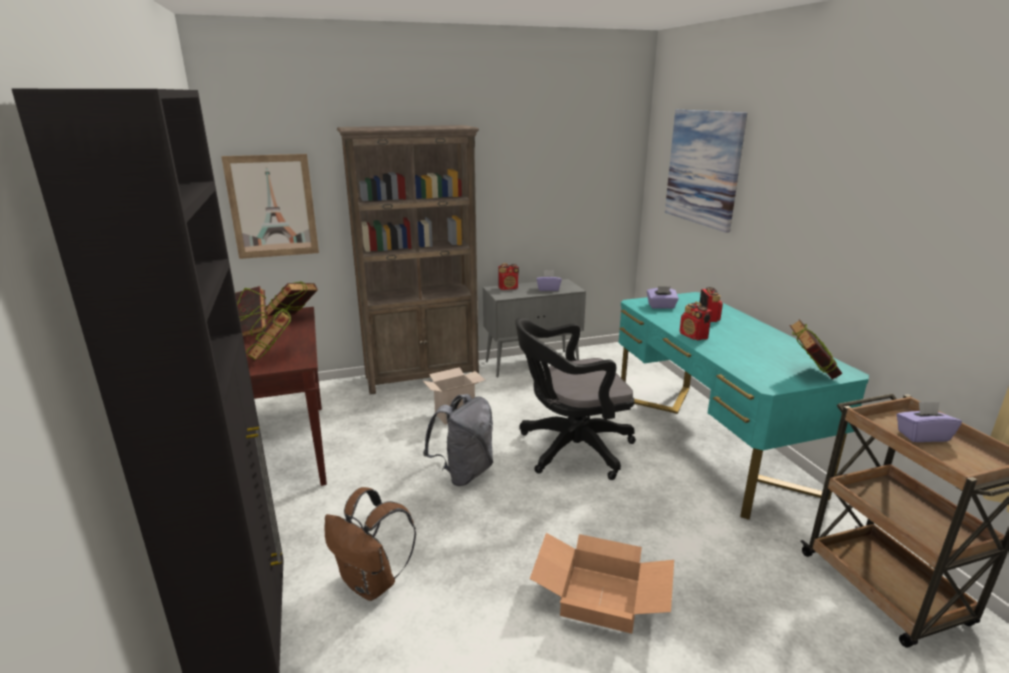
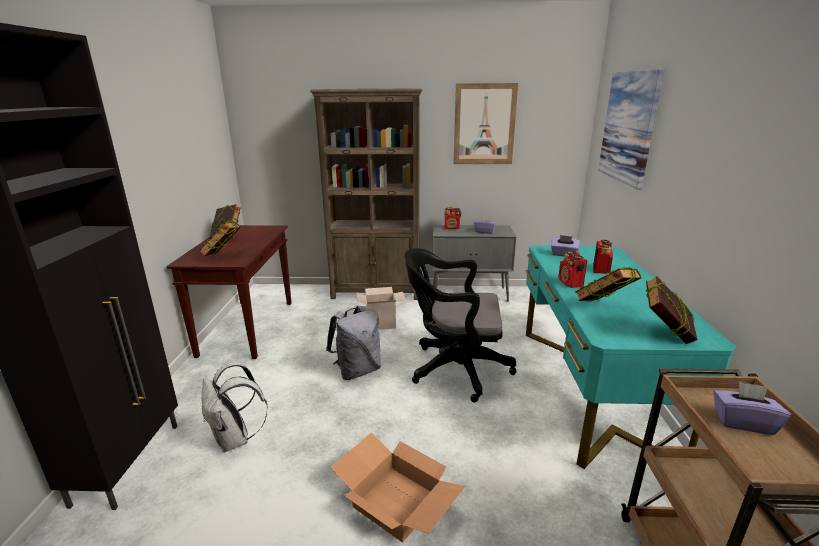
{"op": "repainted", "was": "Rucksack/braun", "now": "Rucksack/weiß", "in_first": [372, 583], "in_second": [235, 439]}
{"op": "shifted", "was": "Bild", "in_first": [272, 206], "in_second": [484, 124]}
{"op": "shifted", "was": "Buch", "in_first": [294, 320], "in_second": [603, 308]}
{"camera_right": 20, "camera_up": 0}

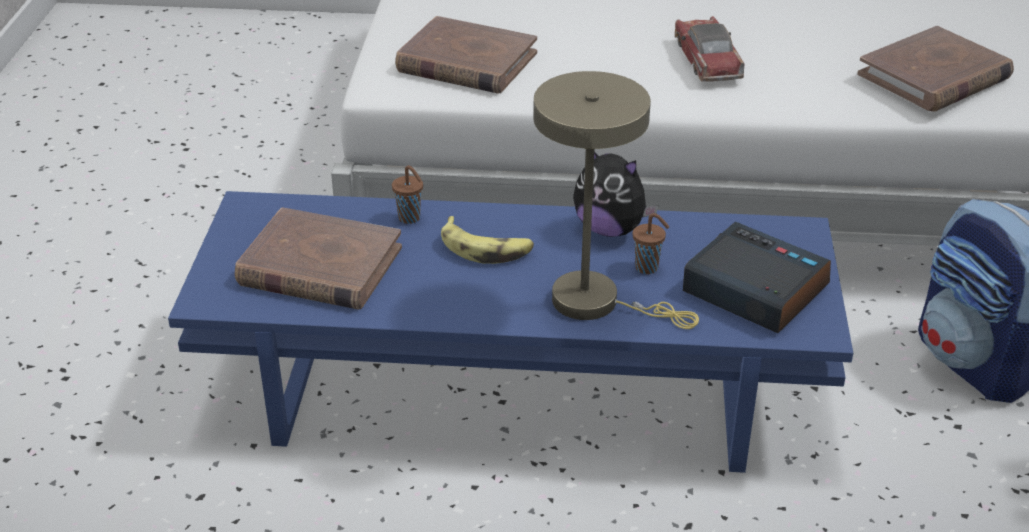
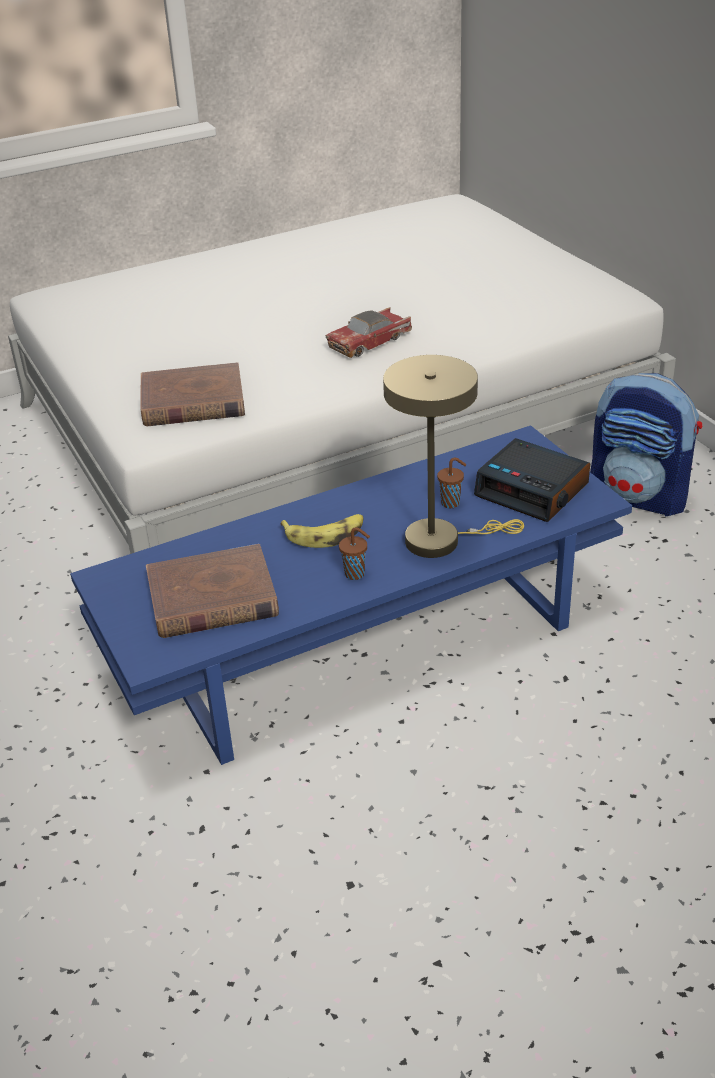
{"op": "rotated", "was": "Spielzeugauto", "in_first": [707, 60], "in_second": [369, 341], "clockwise": -90}
{"op": "shifted", "was": "Tasse/braun", "in_first": [410, 218], "in_second": [356, 574]}
{"op": "rotated", "was": "Wecker", "in_first": [753, 290], "in_second": [533, 490], "clockwise": -150}
{"op": "gone", "was": "Plüschtier", "in_first": [610, 229]}
{"op": "gone", "was": "Buch/braun", "in_first": [934, 76]}
{"camera_right": -30, "camera_up": 0}

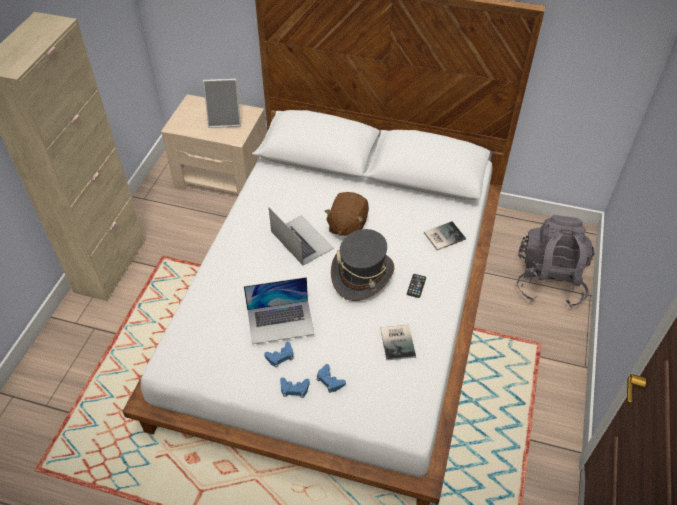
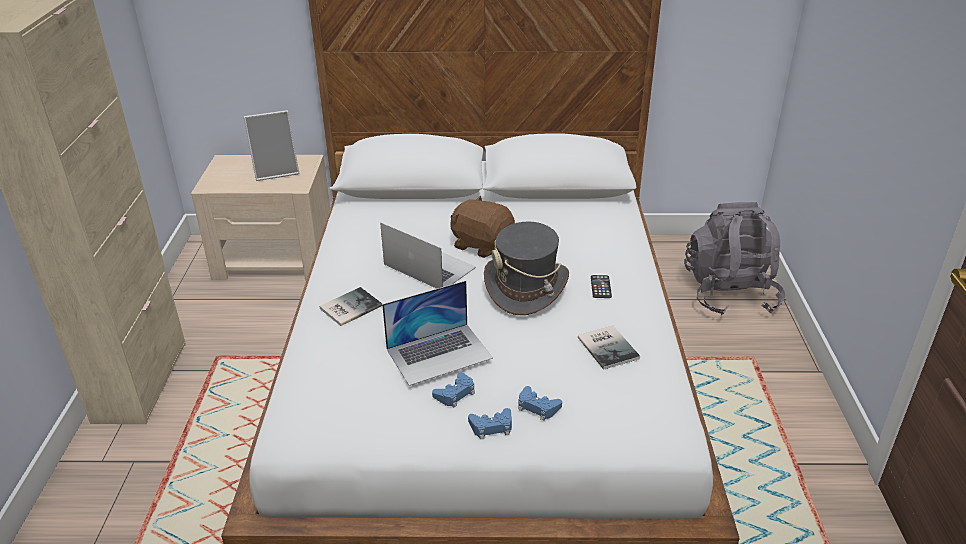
{"op": "shifted", "was": "Buch", "in_first": [443, 236], "in_second": [348, 307]}
{"op": "rotated", "was": "Plüschtier/braun", "in_first": [347, 226], "in_second": [482, 244], "clockwise": 120}
{"camera_right": -15, "camera_up": -15}

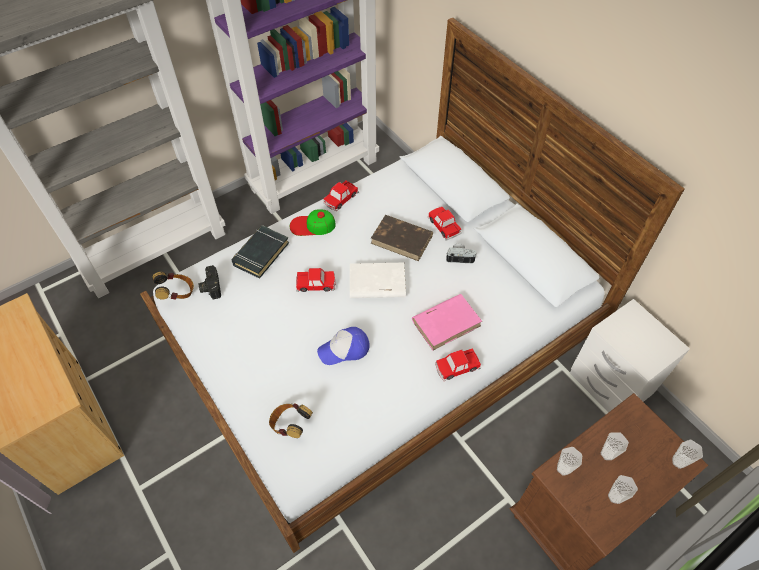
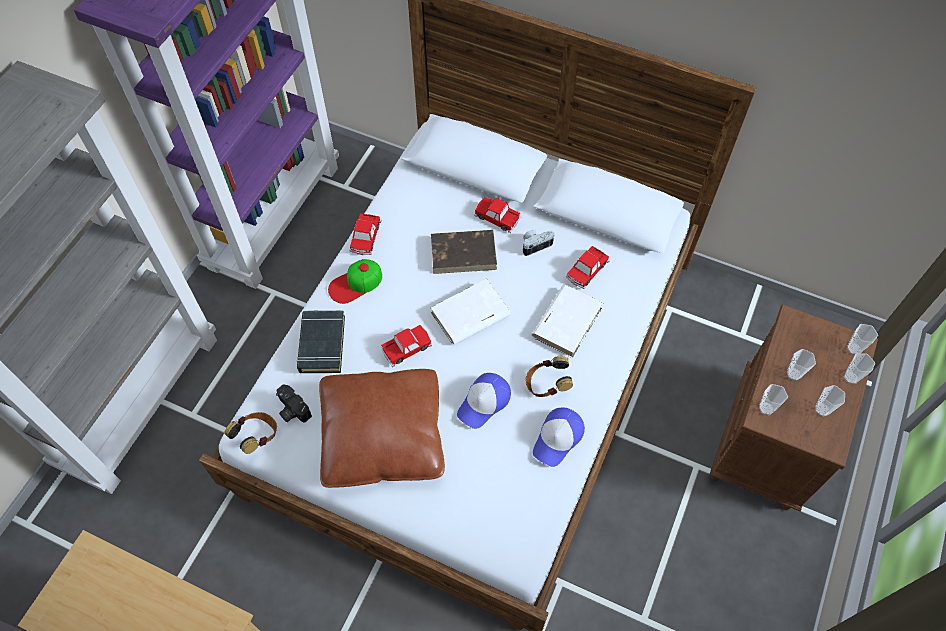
{"op": "new", "now": "Kissen/braun", "in_second": [382, 436]}
{"op": "shifted", "was": "Kopfhörer", "in_first": [290, 425], "in_second": [546, 385]}
{"op": "repainted", "was": "Buch/rosa", "now": "Buch/weiß", "in_first": [446, 323], "in_second": [567, 322]}
{"op": "new", "now": "Kappe", "in_second": [558, 438]}
{"op": "shifted", "was": "Spielzeugauto", "in_first": [457, 367], "in_second": [586, 270]}
{"op": "new", "now": "Tasse", "in_second": [850, 377]}
{"op": "gone", "was": "Nachttisch/weiß", "in_first": [610, 383]}
{"camera_right": -30, "camera_up": 5}

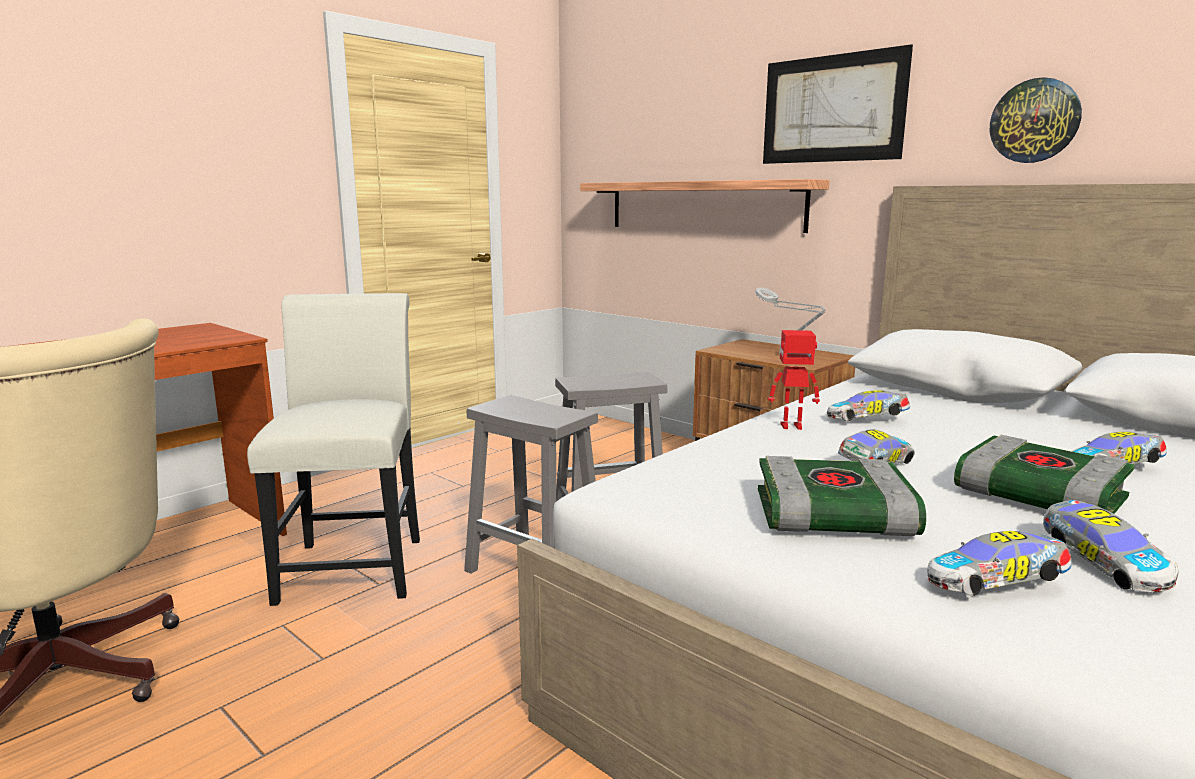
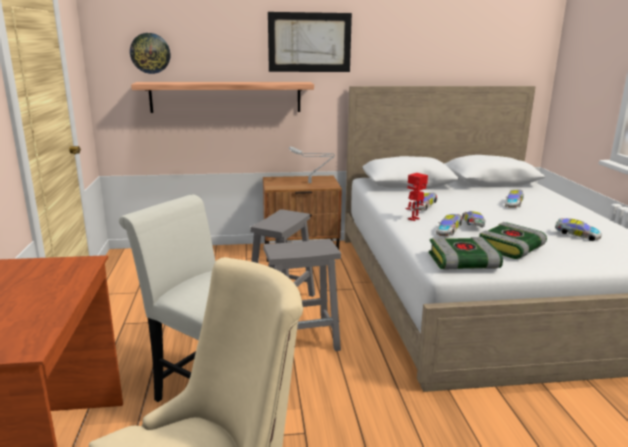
{"op": "shifted", "was": "Wanduhr", "in_first": [1034, 121], "in_second": [150, 53]}
{"op": "shifted", "was": "Buch", "in_first": [1036, 496], "in_second": [462, 262]}
{"op": "shifted", "was": "Spielzeugauto", "in_first": [996, 585], "in_second": [448, 231]}
{"camera_right": -50, "camera_up": 5}

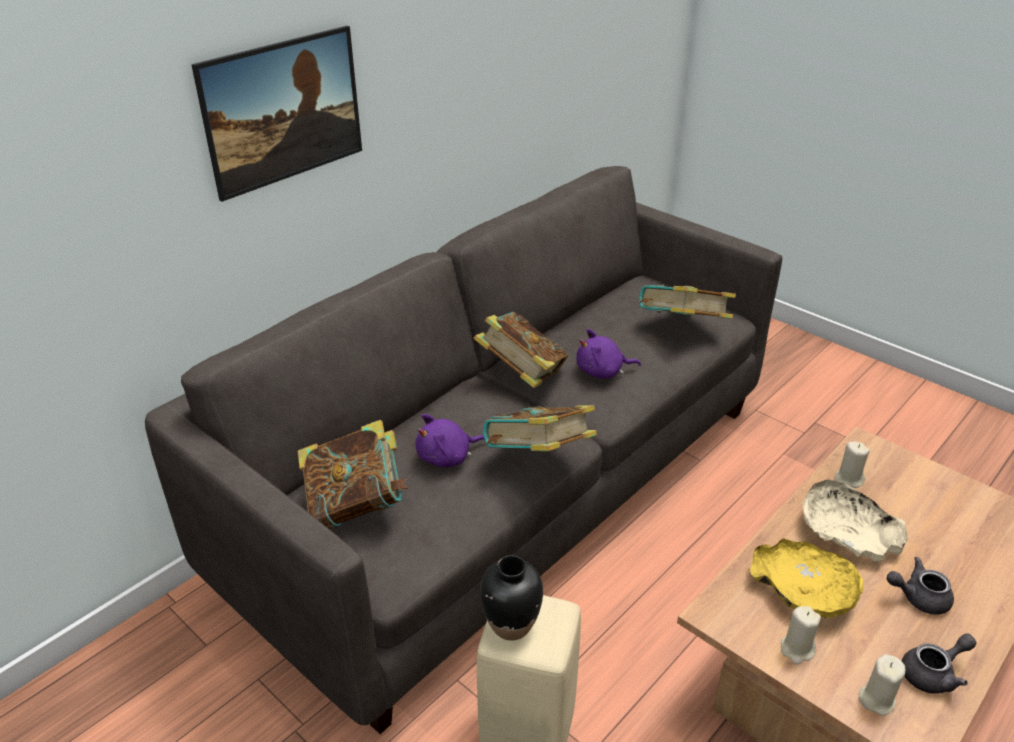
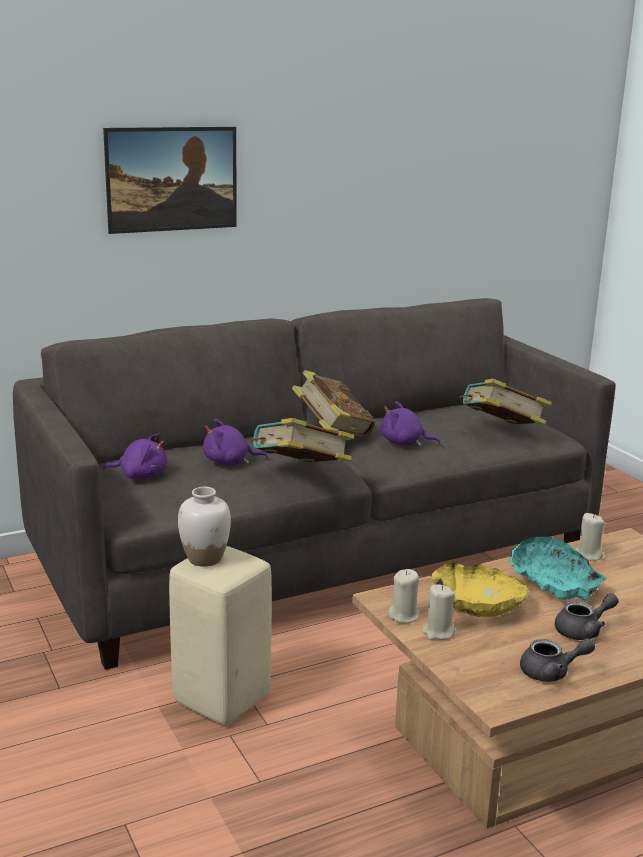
{"op": "swapped", "was": "Buch", "now": "Plüschtier/lila", "in_first": [356, 505], "in_second": [141, 475]}
{"op": "repainted", "was": "Vase/schwarz", "now": "Vase/weiß", "in_first": [511, 625], "in_second": [205, 559]}
{"op": "shifted", "was": "Kerze/beige", "in_first": [876, 699], "in_second": [404, 616]}
{"op": "repainted", "was": "Schüssel/beige", "now": "Schüssel/türkis", "in_first": [847, 533], "in_second": [553, 583]}
{"op": "rotated", "was": "Teekanne/grau", "in_first": [918, 597], "in_second": [583, 630], "clockwise": 135}
{"camera_right": 20, "camera_up": -15}

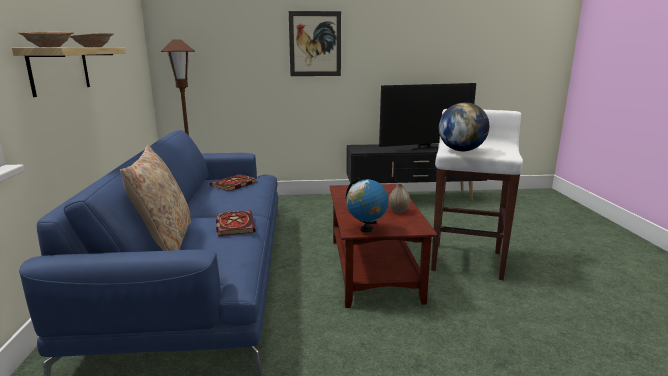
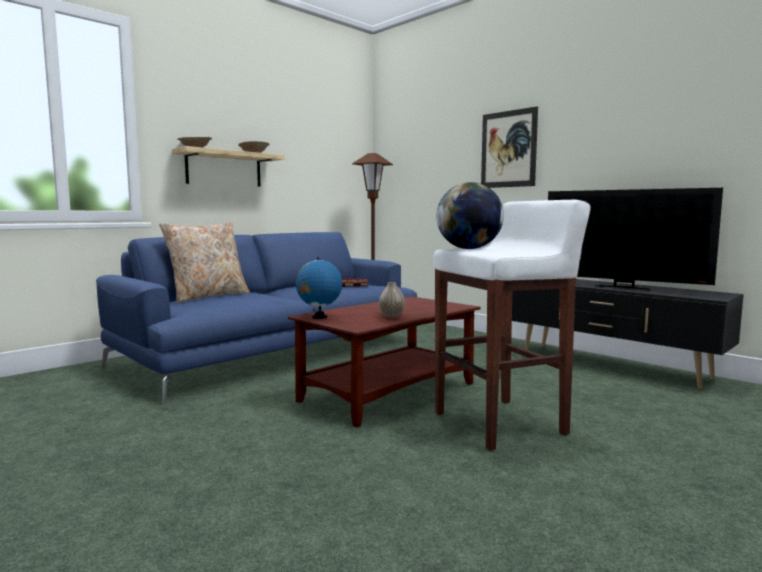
{"op": "gone", "was": "Buch", "in_first": [234, 225]}
{"camera_right": 50, "camera_up": -10}

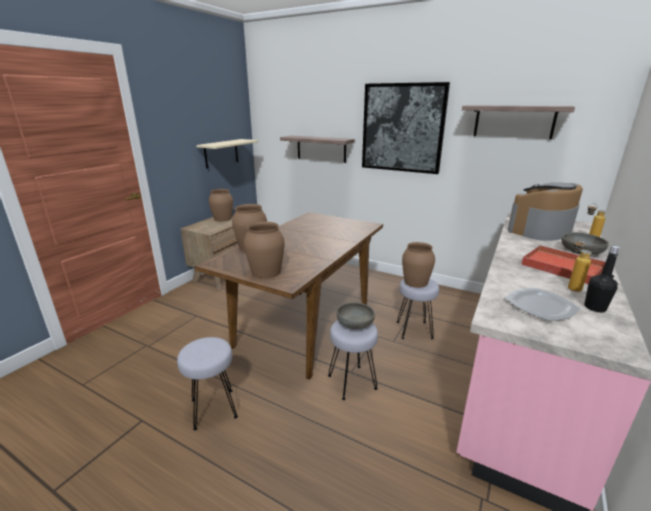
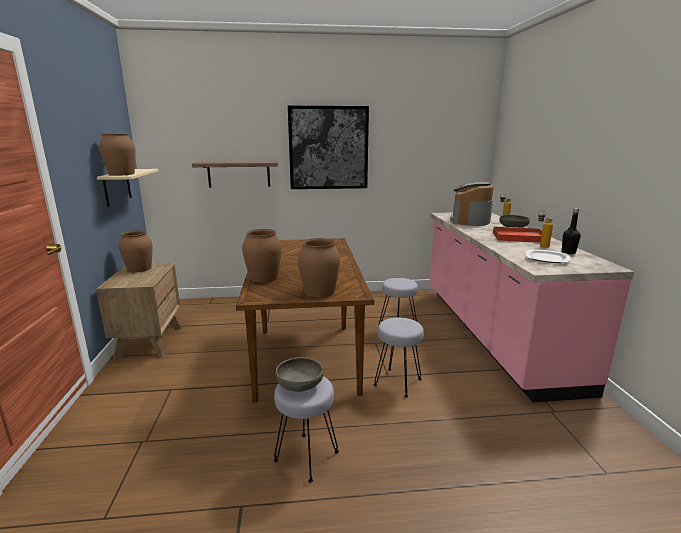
{"op": "shifted", "was": "Vase/braun", "in_first": [416, 282], "in_second": [122, 174]}
{"op": "shifted", "was": "Schüssel/grau", "in_first": [355, 324], "in_second": [299, 386]}
{"op": "gone", "was": "Wandregal", "in_first": [514, 121]}
{"camera_right": -35, "camera_up": -5}

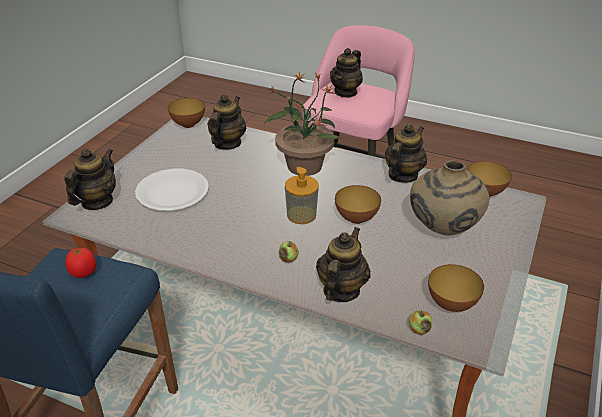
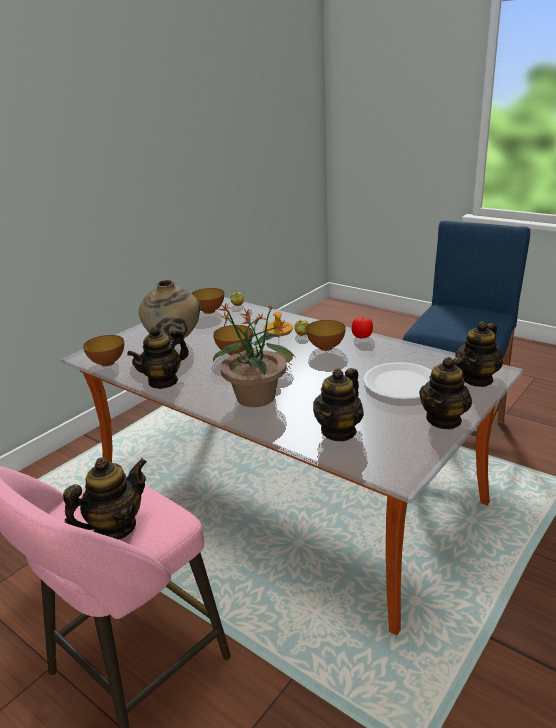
{"op": "shifted", "was": "Schüssel", "in_first": [188, 124], "in_second": [326, 348]}
{"op": "shifted", "was": "Tomate", "in_first": [83, 273], "in_second": [362, 337]}
{"op": "shifted", "was": "Teekanne", "in_first": [341, 290], "in_second": [444, 419]}
{"camera_right": -165, "camera_up": -10}

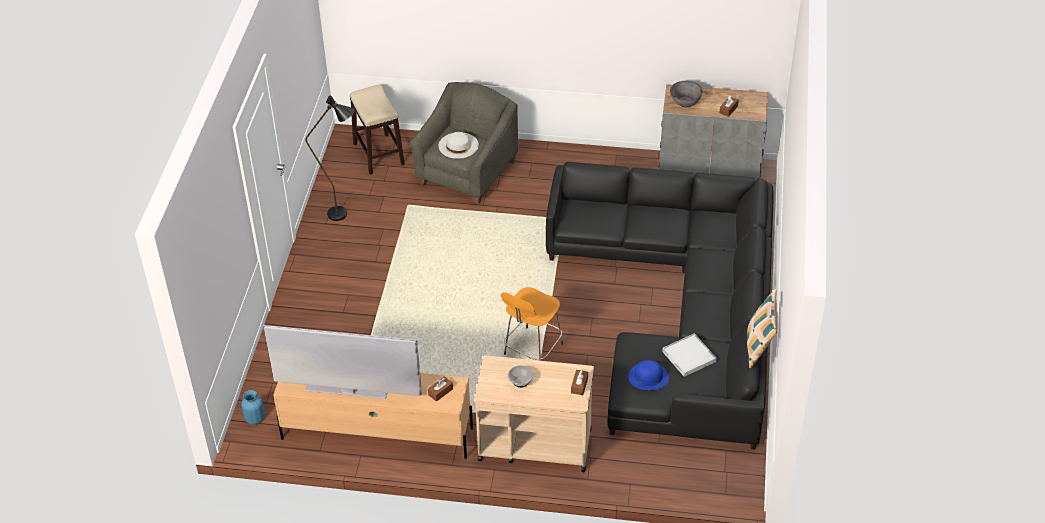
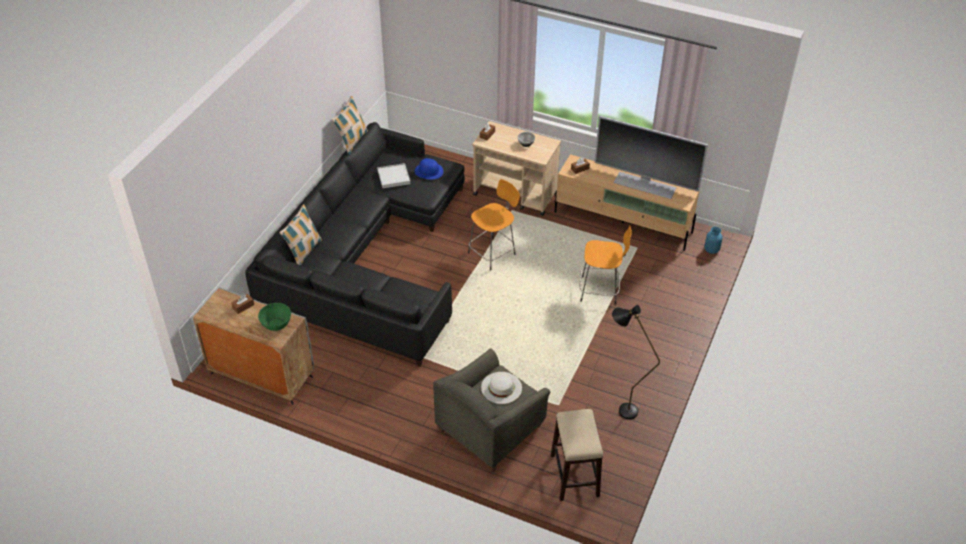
{"op": "repainted", "was": "Schüssel/grau", "now": "Schüssel/grün", "in_first": [685, 102], "in_second": [276, 324]}
{"op": "new", "now": "Kissen", "in_second": [304, 252]}
{"op": "new", "now": "Hocker/orange", "in_second": [600, 290]}
{"camera_right": -165, "camera_up": 0}

